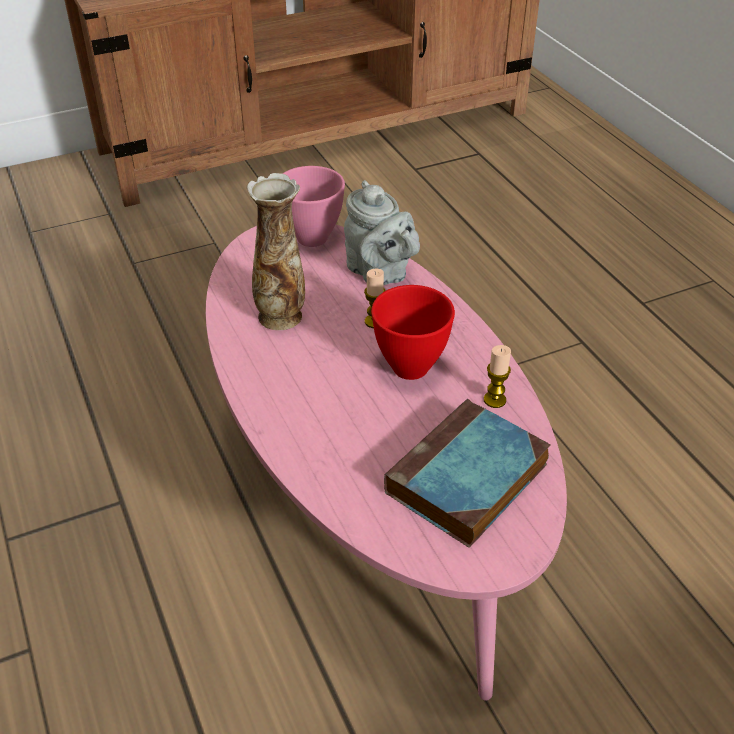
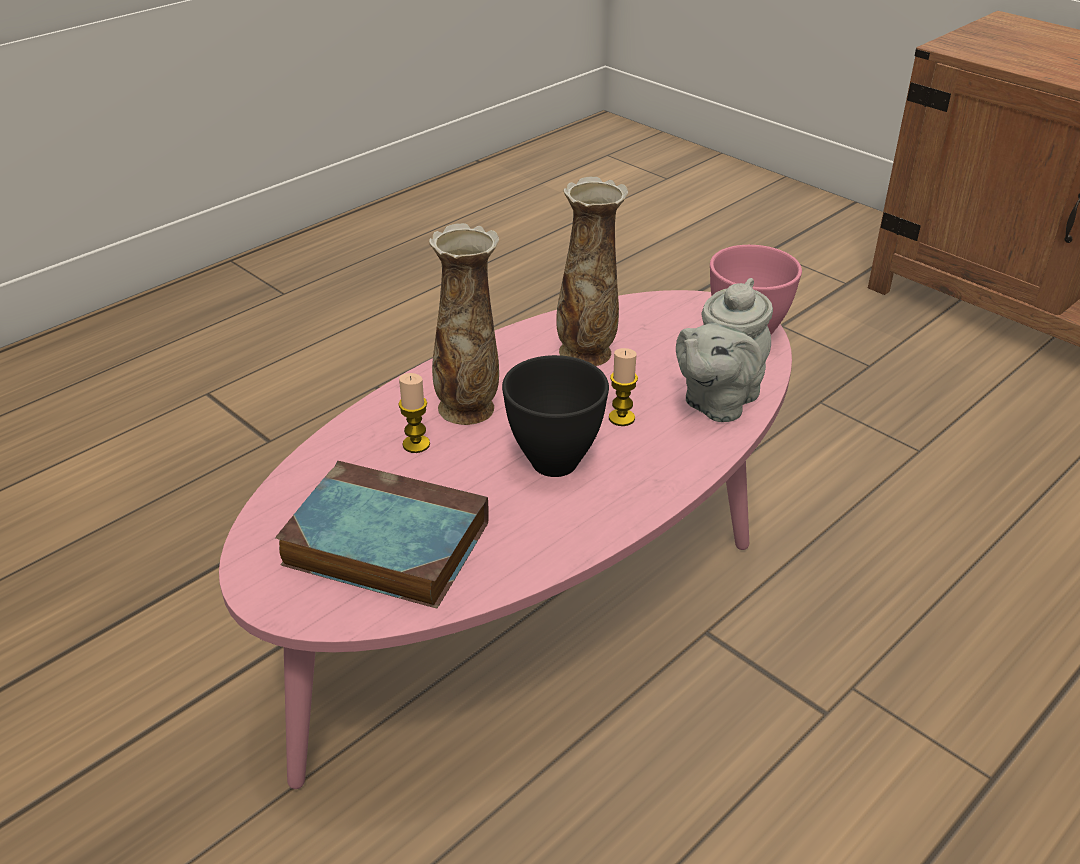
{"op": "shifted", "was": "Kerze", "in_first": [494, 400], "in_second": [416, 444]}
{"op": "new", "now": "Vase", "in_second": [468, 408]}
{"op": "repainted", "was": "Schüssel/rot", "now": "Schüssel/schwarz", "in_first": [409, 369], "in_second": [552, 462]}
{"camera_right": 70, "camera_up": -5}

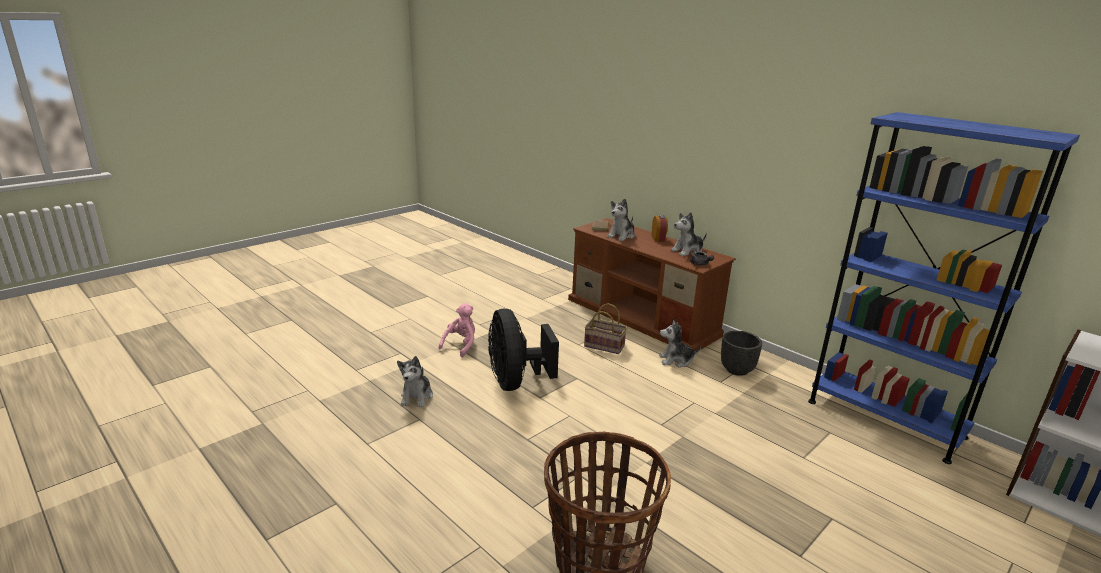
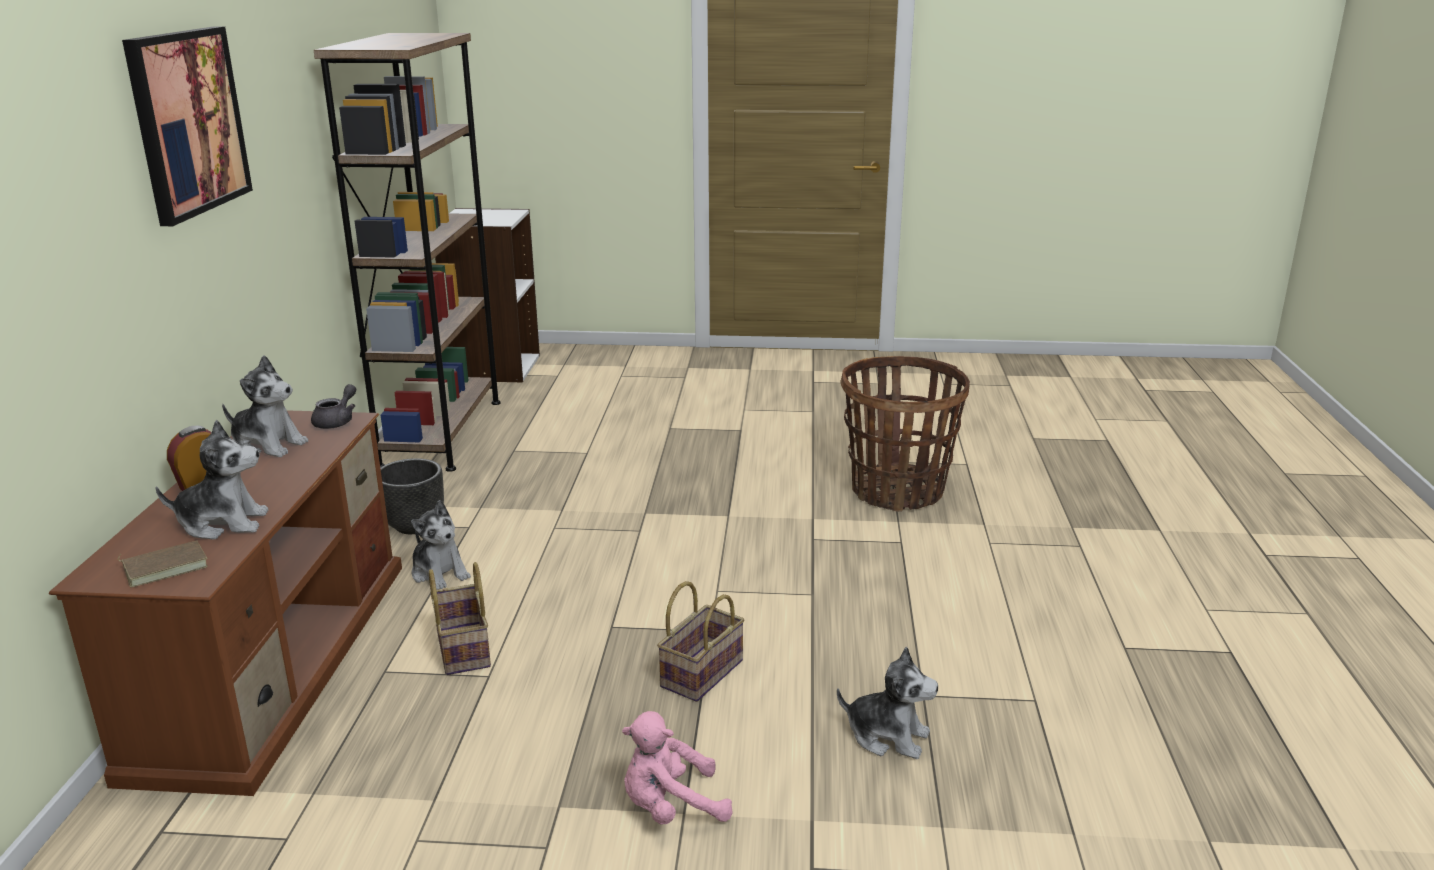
{"op": "new", "now": "Bild", "in_second": [187, 122]}
{"op": "repainted", "was": "Bücherregal/blau", "now": "Bücherregal/braun", "in_first": [884, 419], "in_second": [441, 433]}
{"op": "swapped", "was": "Ventilator/schwarz", "now": "Korb", "in_first": [516, 381], "in_second": [701, 672]}
{"op": "rotated", "was": "Plüschtier", "in_first": [417, 397], "in_second": [887, 736], "clockwise": 60}
{"camera_right": -130, "camera_up": 0}

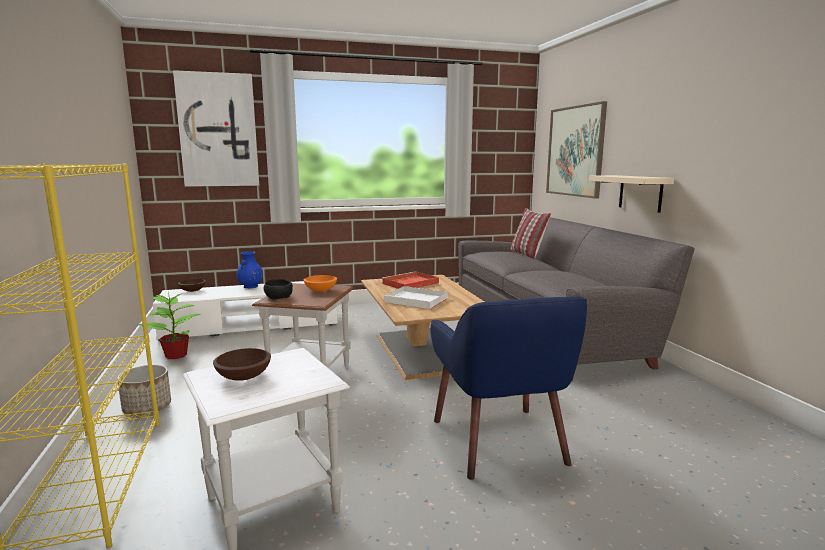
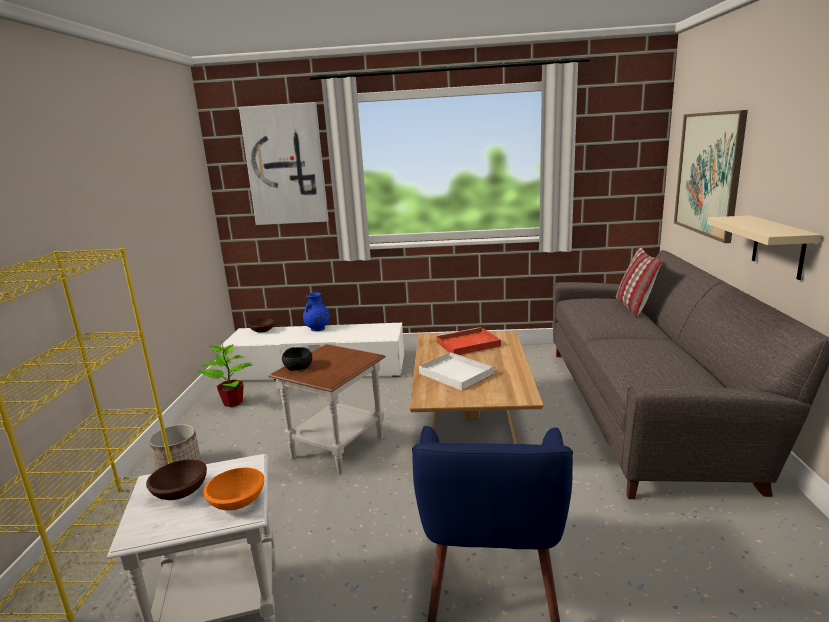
{"op": "shifted", "was": "Schüssel/orange", "in_first": [320, 290], "in_second": [236, 501]}
{"camera_right": 20, "camera_up": 5}

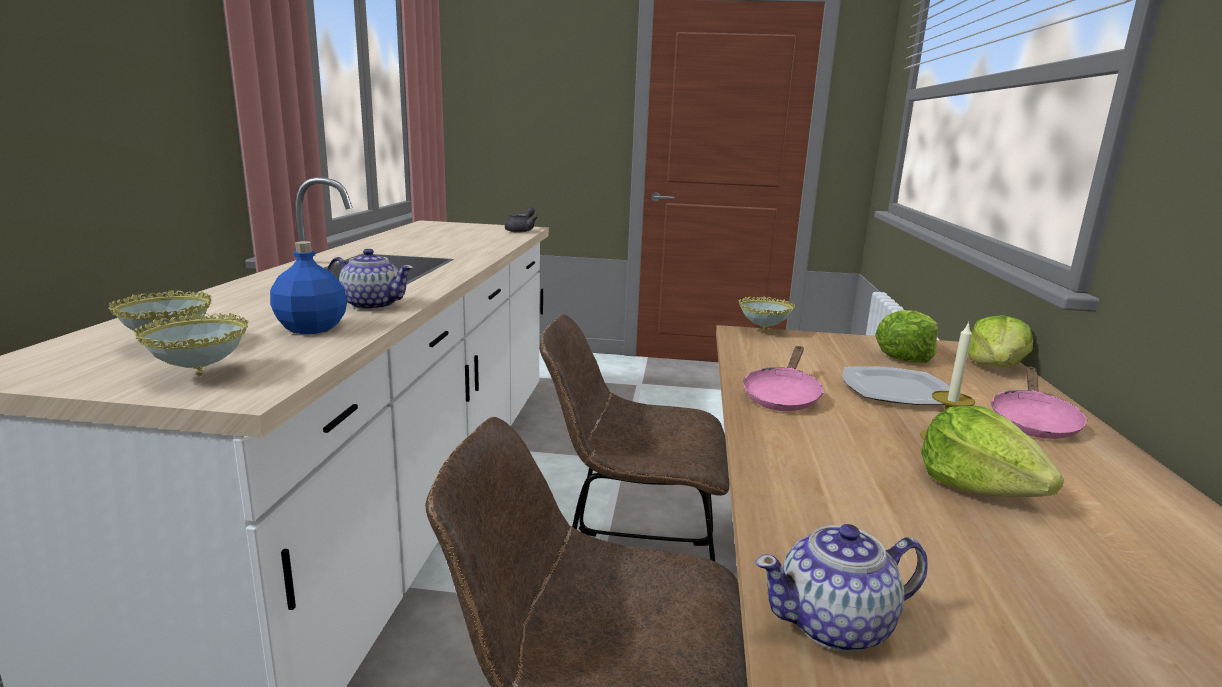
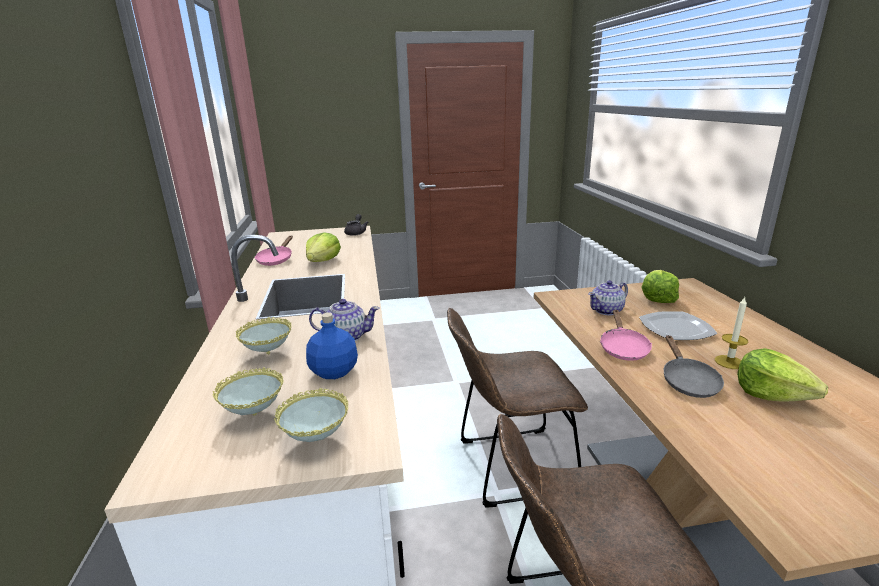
{"op": "shifted", "was": "Schüssel", "in_first": [763, 331], "in_second": [268, 354]}
{"op": "shifted", "was": "Pfanne/rosa", "in_first": [1032, 422], "in_second": [276, 259]}
{"op": "shifted", "was": "Salatkopf", "in_first": [995, 367], "in_second": [323, 261]}
{"op": "shifted", "was": "Teekanne", "in_first": [836, 625], "in_second": [607, 310]}
{"op": "new", "now": "Pfanne/grau", "in_second": [687, 381]}
{"camera_right": -15, "camera_up": 5}

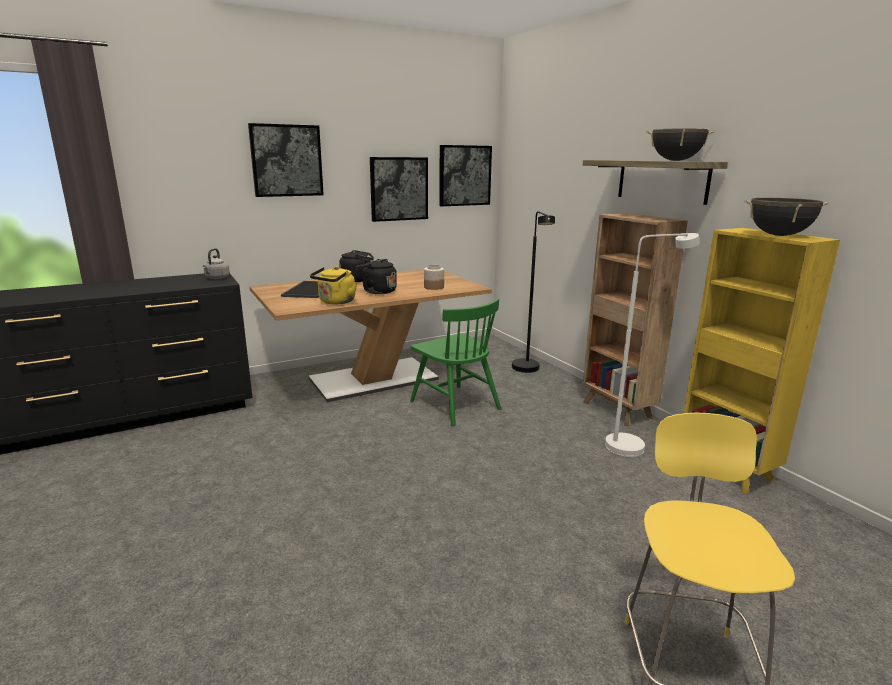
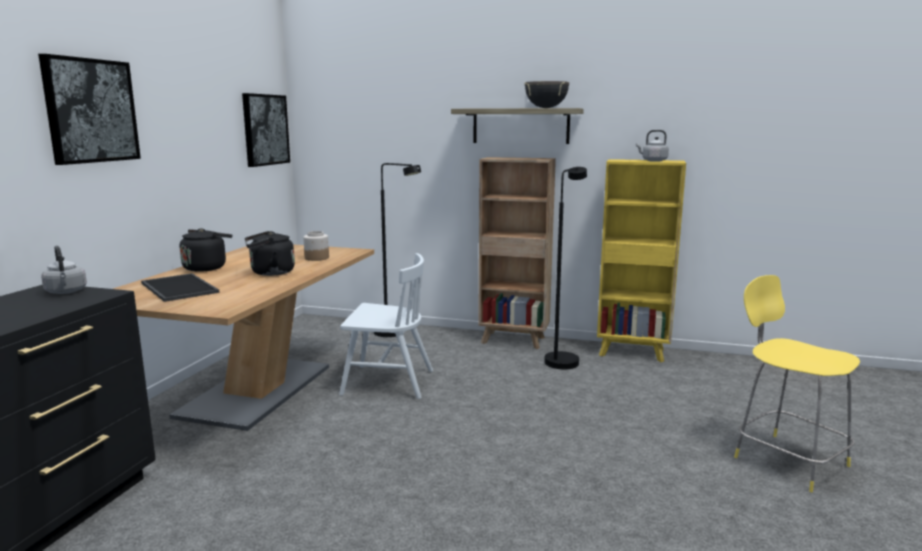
{"op": "repainted", "was": "Stuhl/grün", "now": "Stuhl/weiß", "in_first": [455, 405], "in_second": [387, 382]}
{"op": "repainted", "was": "Stehlampe/weiß", "now": "Stehlampe/schwarz", "in_first": [633, 445], "in_second": [563, 359]}
{"op": "swapped", "was": "Kochtopf/schwarz", "now": "Wasserkessel/grau", "in_first": [778, 235], "in_second": [653, 161]}
{"op": "gone", "was": "Wasserkessel/gelb", "in_first": [335, 302]}
{"op": "gone", "was": "Bild", "in_first": [399, 189]}
{"camera_right": -45, "camera_up": -5}

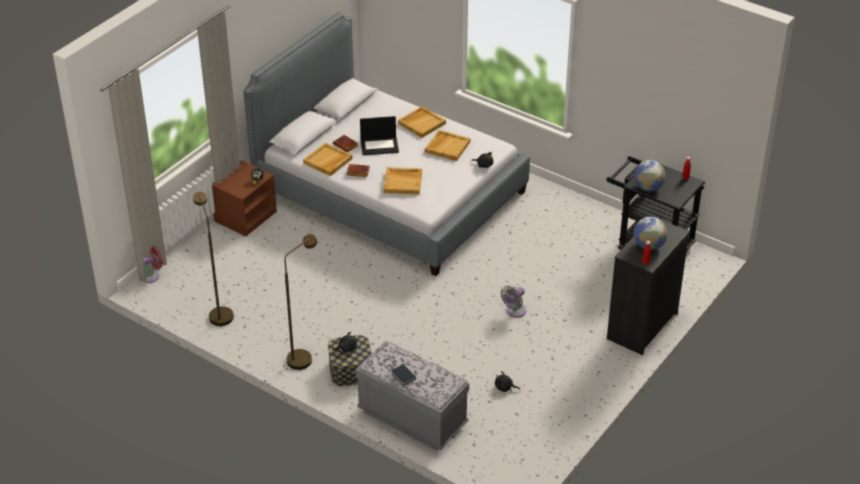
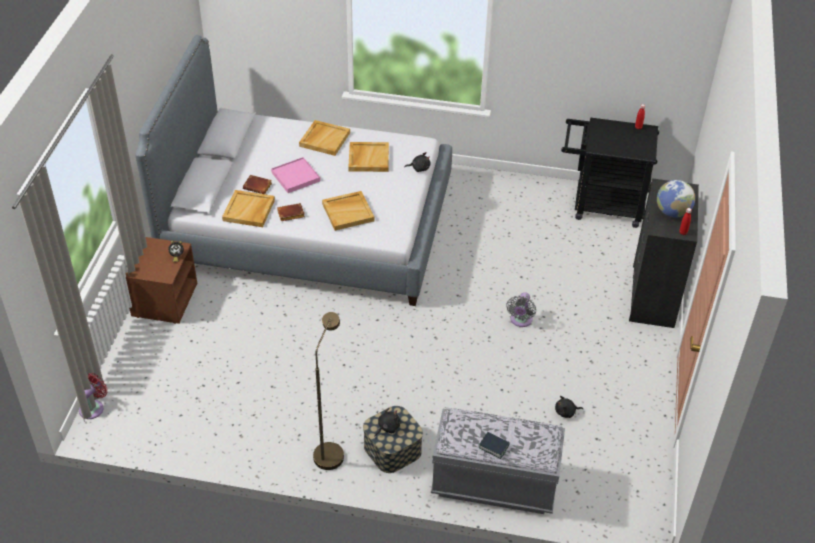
{"op": "swapped", "was": "Laptop", "now": "Tablett/rosa", "in_first": [380, 146], "in_second": [295, 177]}
{"op": "gone", "was": "Stehlampe/braun", "in_first": [218, 313]}
{"op": "gone", "was": "Globus", "in_first": [648, 188]}
{"camera_right": -25, "camera_up": 5}

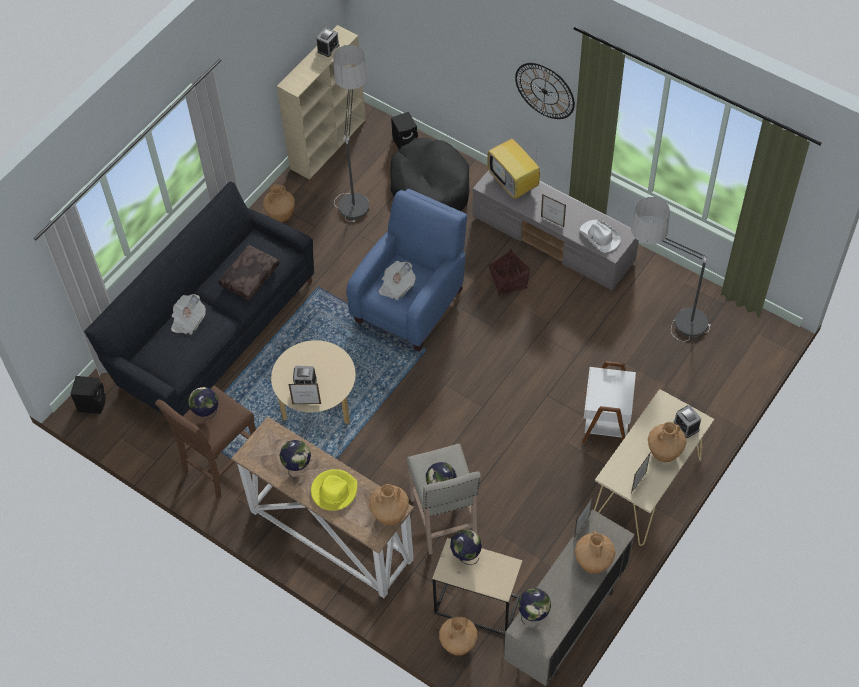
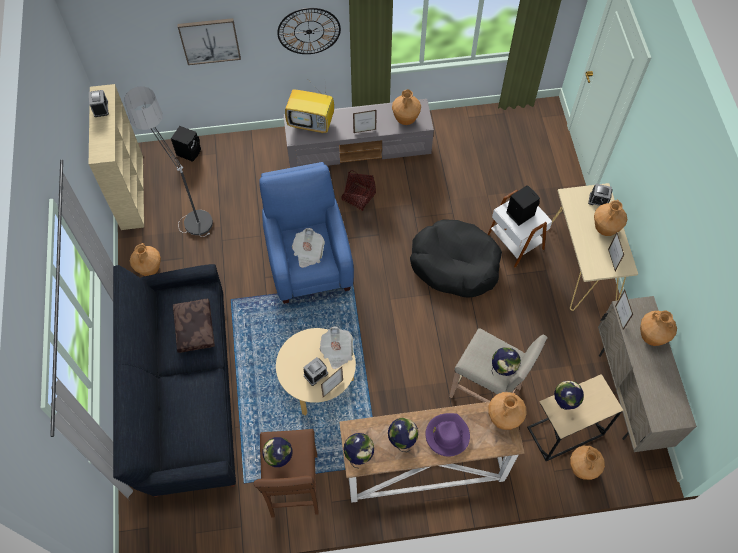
{"op": "new", "now": "Bild", "in_second": [209, 40]}
{"op": "shifted", "was": "Zeitung", "in_first": [188, 320], "in_second": [337, 352]}
{"op": "shifted", "was": "Globus", "in_first": [533, 614], "in_second": [359, 455]}
{"op": "swapped", "was": "Hut/weiß", "now": "Vase/braun", "in_first": [599, 237], "in_second": [405, 119]}
{"op": "shifted", "was": "Hundebett/schwarz", "in_first": [430, 188], "in_second": [454, 264]}
{"op": "repainted", "was": "Hut/gelb", "now": "Hut/lila", "in_first": [334, 491], "in_second": [447, 435]}
{"op": "shifted", "was": "Lautsprecher/schwarz", "in_first": [92, 403], "in_second": [520, 213]}
{"op": "gone", "was": "Stehlampe", "in_first": [664, 320]}
{"camera_right": -45, "camera_up": 5}

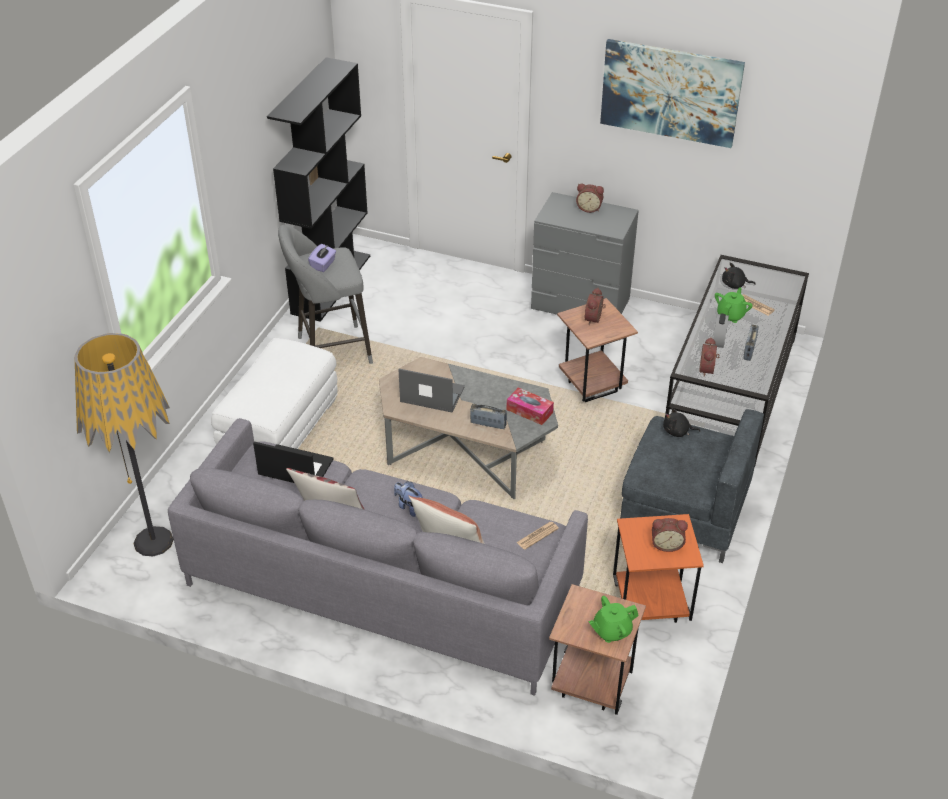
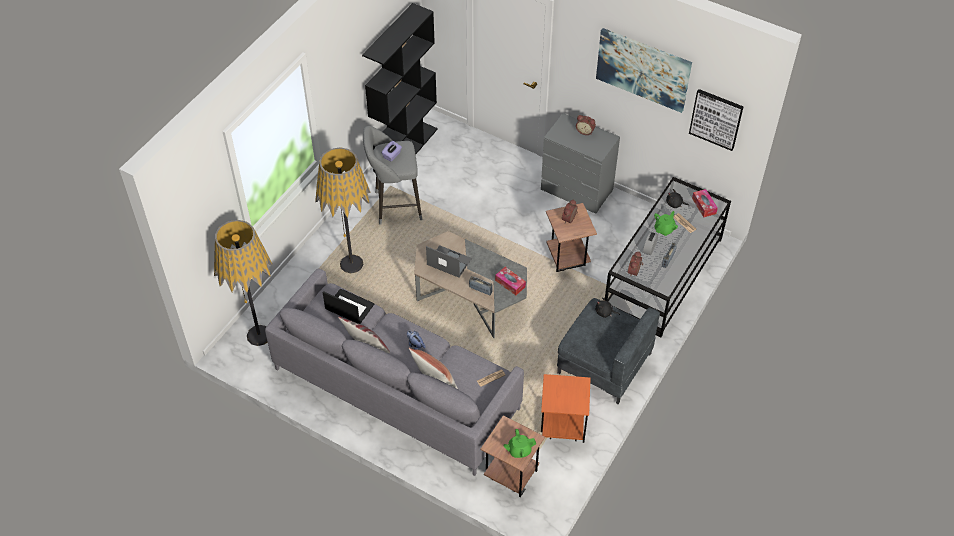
{"op": "swapped", "was": "Polsterhocker/weiß", "now": "Stehlampe", "in_first": [280, 430], "in_second": [351, 264]}
{"op": "new", "now": "Bild", "in_second": [716, 119]}
{"op": "new", "now": "Taschentuchbox", "in_second": [704, 206]}
{"op": "gone", "was": "Wecker", "in_first": [666, 544]}
{"camera_right": 10, "camera_up": 10}

